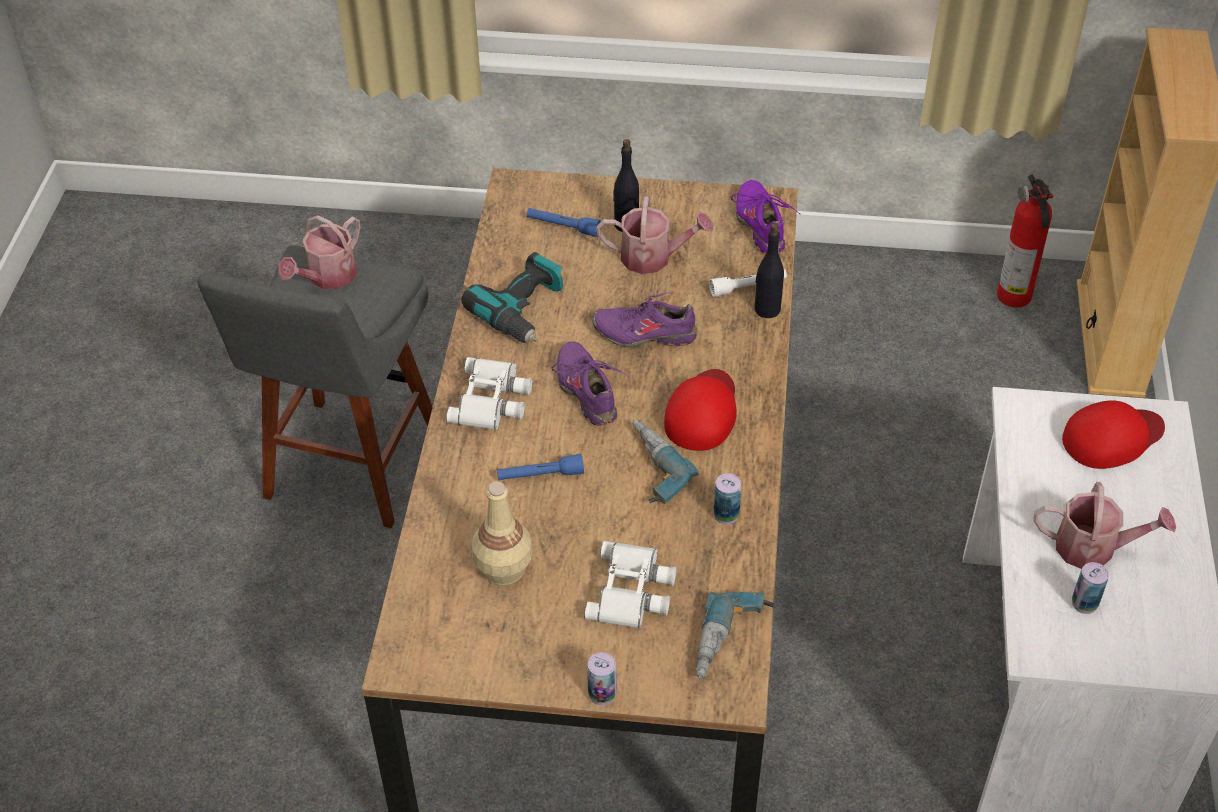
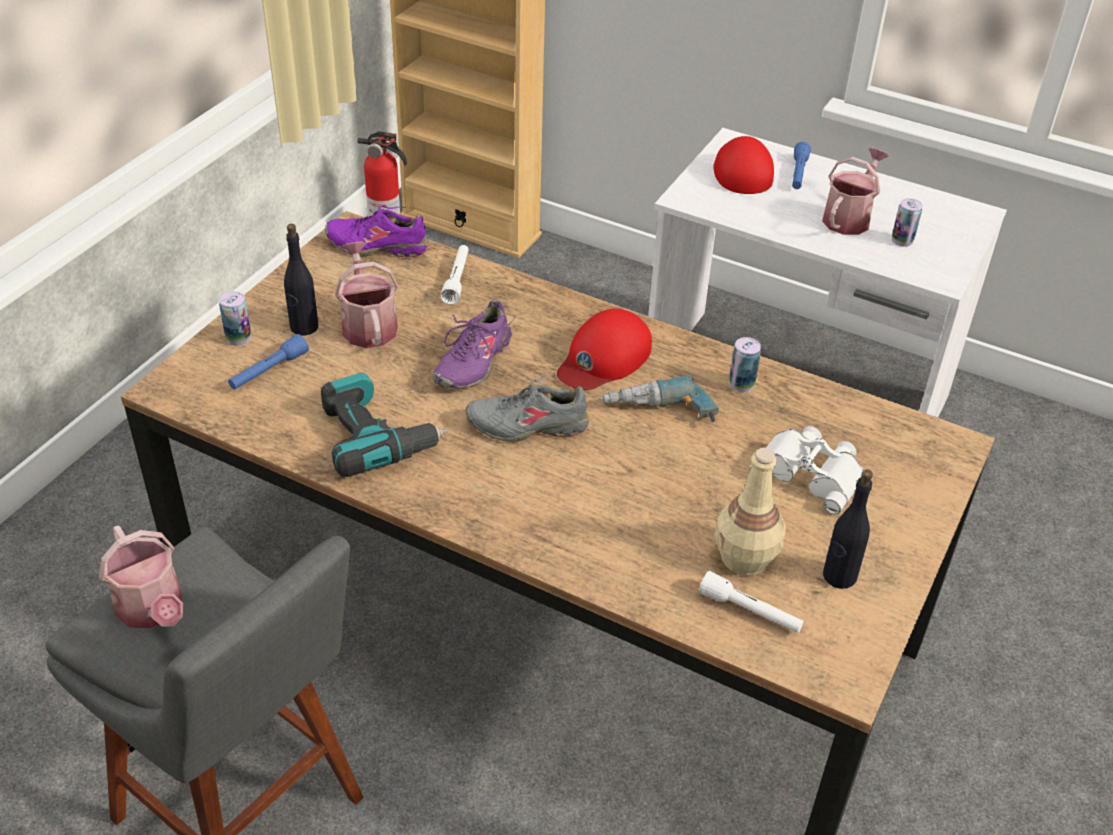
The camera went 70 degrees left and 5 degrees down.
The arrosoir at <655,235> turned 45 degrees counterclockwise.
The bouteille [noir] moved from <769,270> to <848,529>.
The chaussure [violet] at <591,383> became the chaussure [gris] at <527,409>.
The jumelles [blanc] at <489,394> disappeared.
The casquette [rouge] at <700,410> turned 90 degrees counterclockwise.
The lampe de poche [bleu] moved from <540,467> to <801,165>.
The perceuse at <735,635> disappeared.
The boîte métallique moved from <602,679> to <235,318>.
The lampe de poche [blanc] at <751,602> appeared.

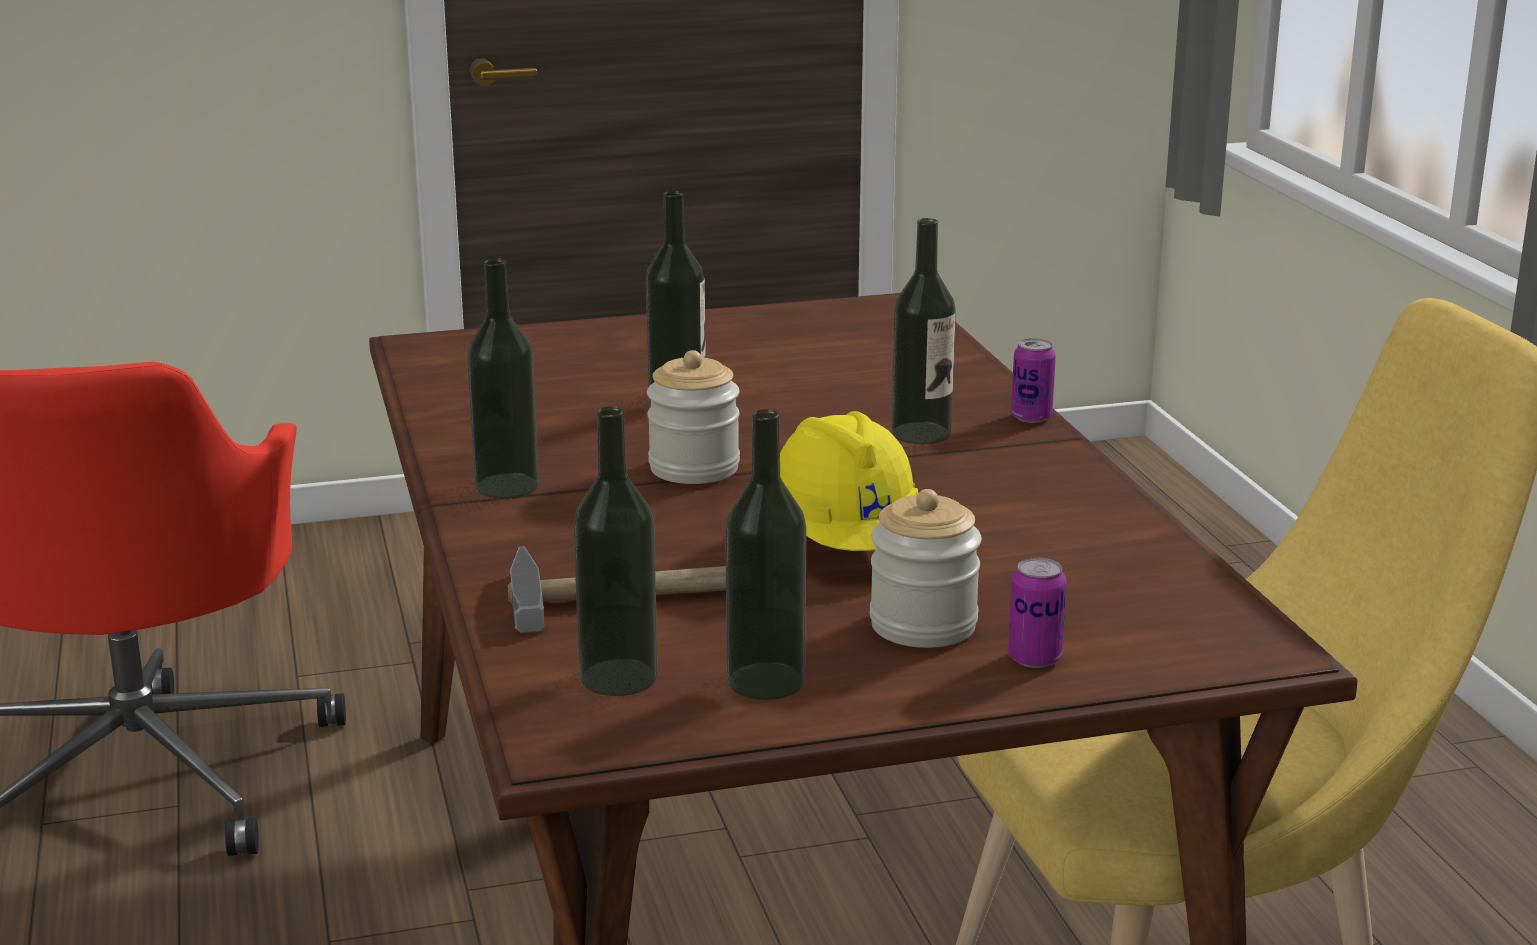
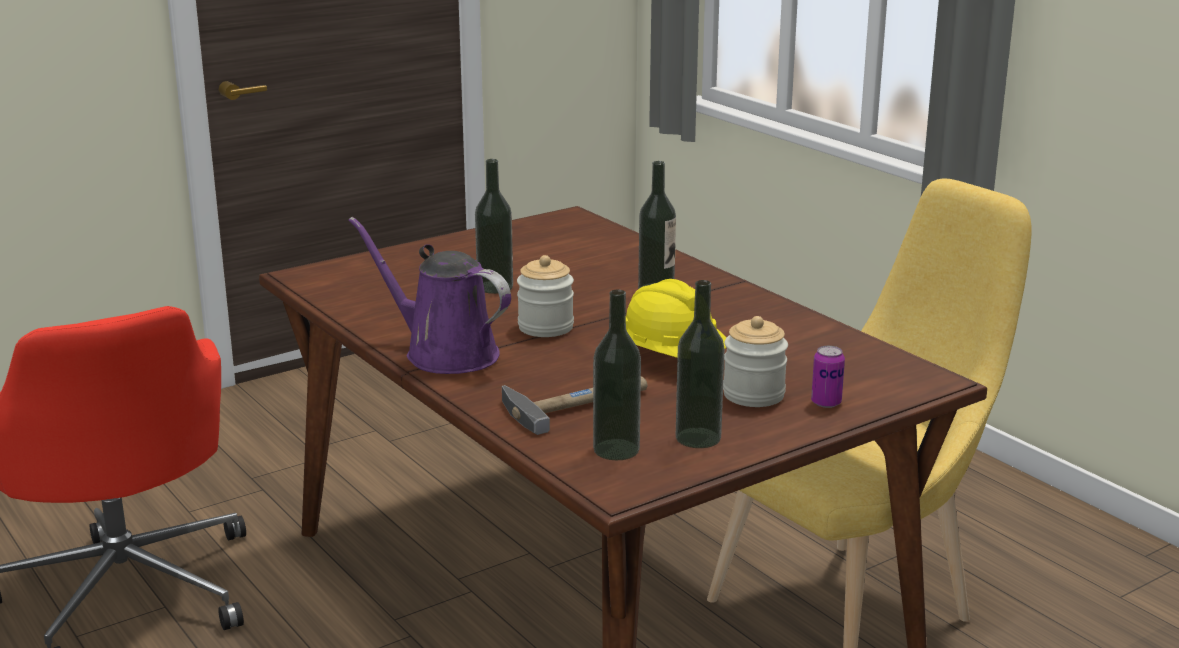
The camera went 20 degrees left and 0 degrees up.
The bouteille at <503,378> was replaced by the arrosoir [violet] at <429,295>.
The boîte métallique at <1033,380> disappeared.

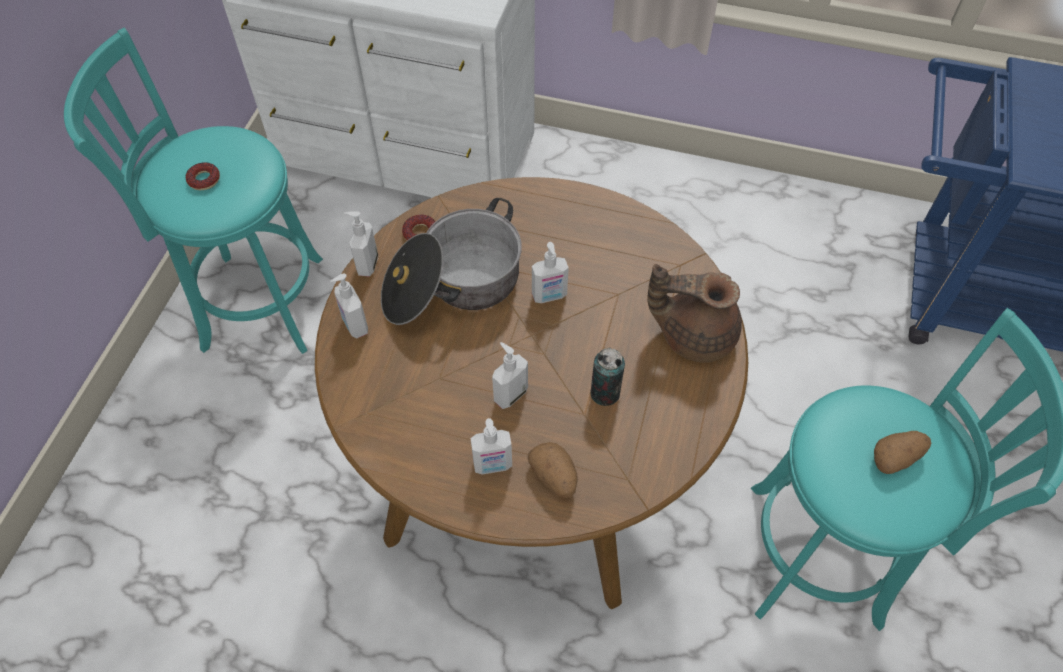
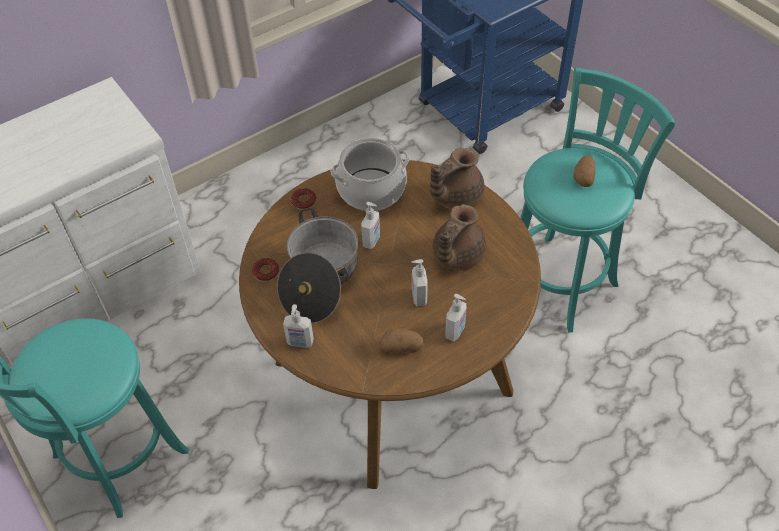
The camera went 50 degrees left and 5 degrees down.
The beignet moved from <203,176> to <303,199>.
The distributeur de savon at <361,244> disappeared.
The boîte métallique at <607,377> was replaced by the théière [marron] at <459,237>.
The pomme de terre moved from <553,470> to <402,341>.
The marmite at <370,174> appeared.

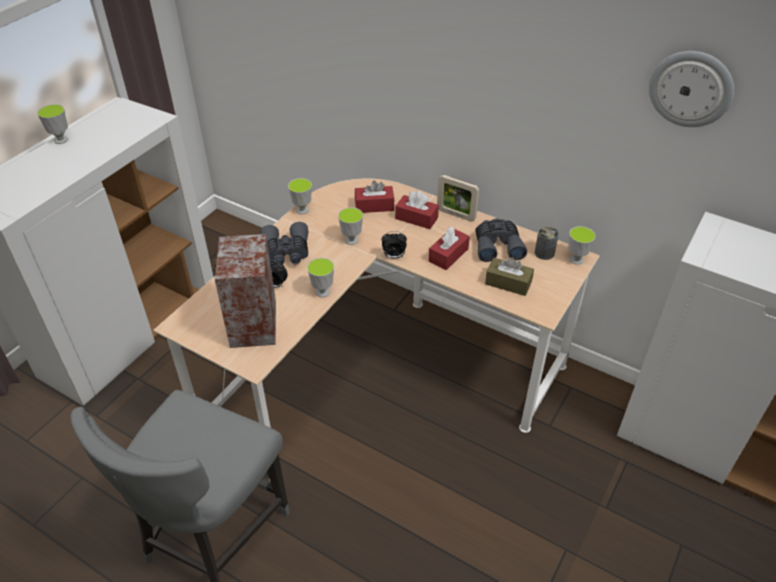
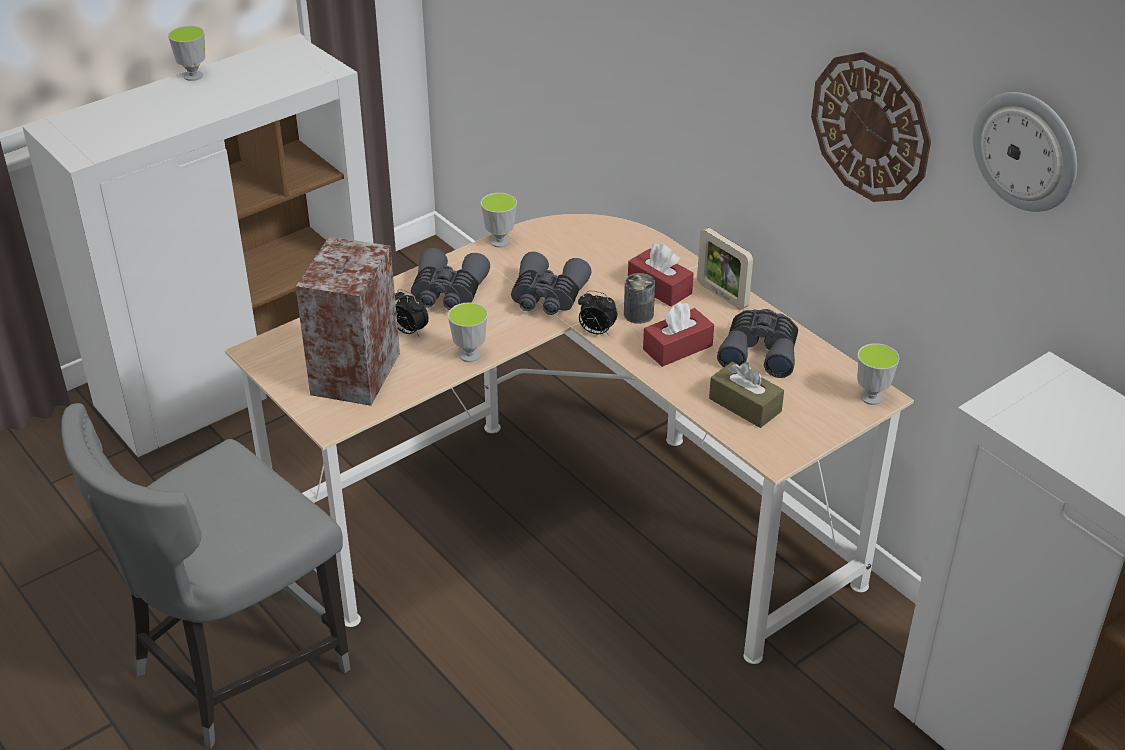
The camera went 20 degrees right and 5 degrees down.
The boîte à mouchoirs [rouge] at <375,197> disappeared.
The tasse at <350,226> was replaced by the jumelles [gris] at <551,283>.
The boîte métallique moved from <547,243> to <639,298>.
The horloge murale at <871,127> appeared.

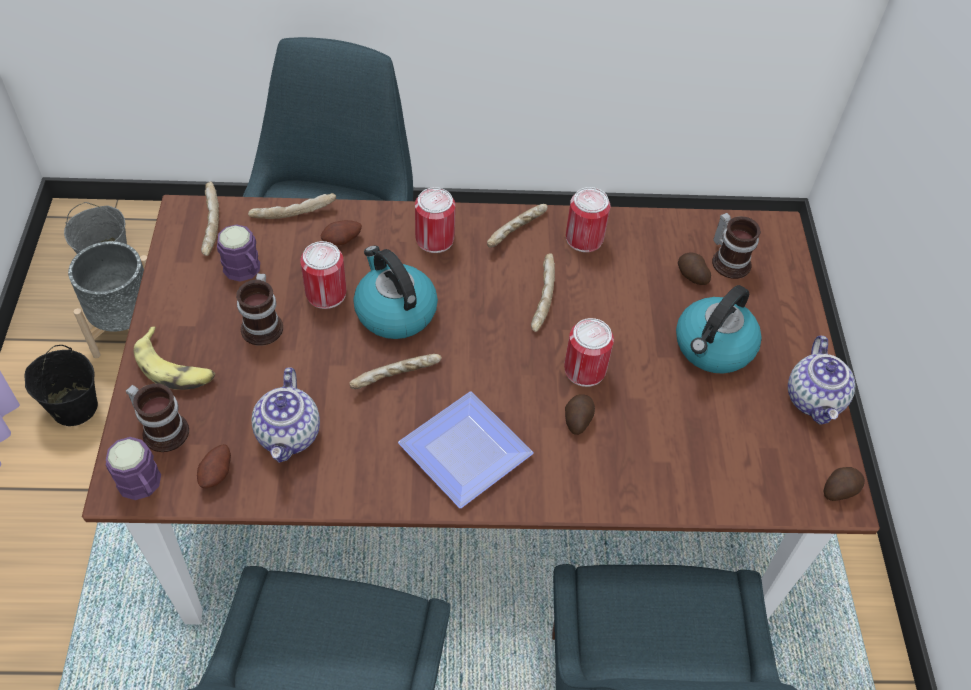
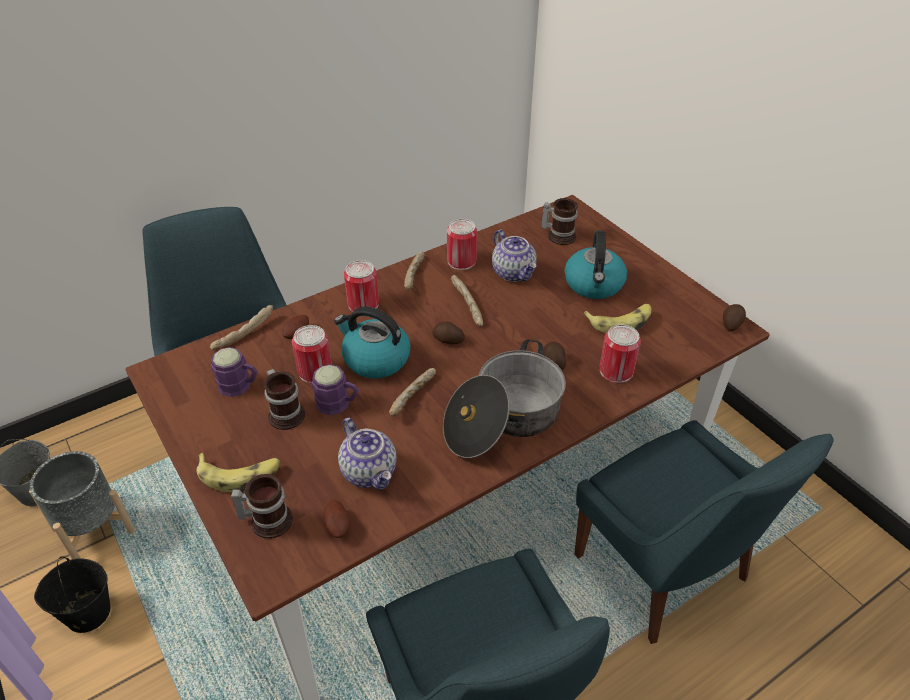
The camera went 30 degrees left and 10 degrees down.
The pain at <210,218> disappeared.
The pomme de terre moved from <694,268> to <448,333>.
The boîte métallique moved from <589,352> to <620,353>.
The théière moved from <821,380> to <514,256>.
The assiette at <465,450> was replaced by the marmite at <504,398>.
The mug [violet] moved from <133,468> to <335,389>.
The banane at <617,318> appeared.

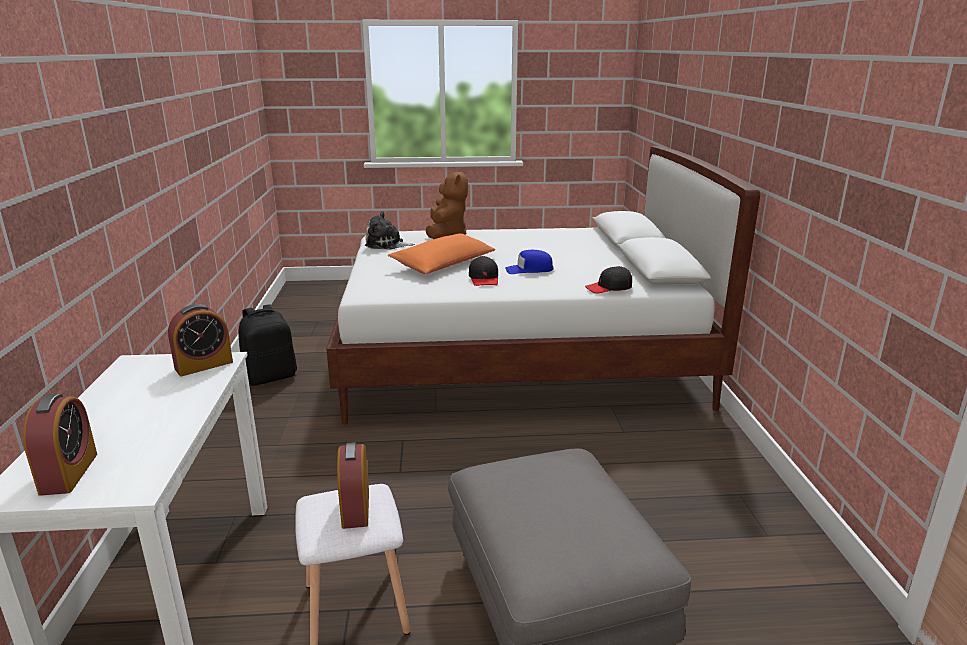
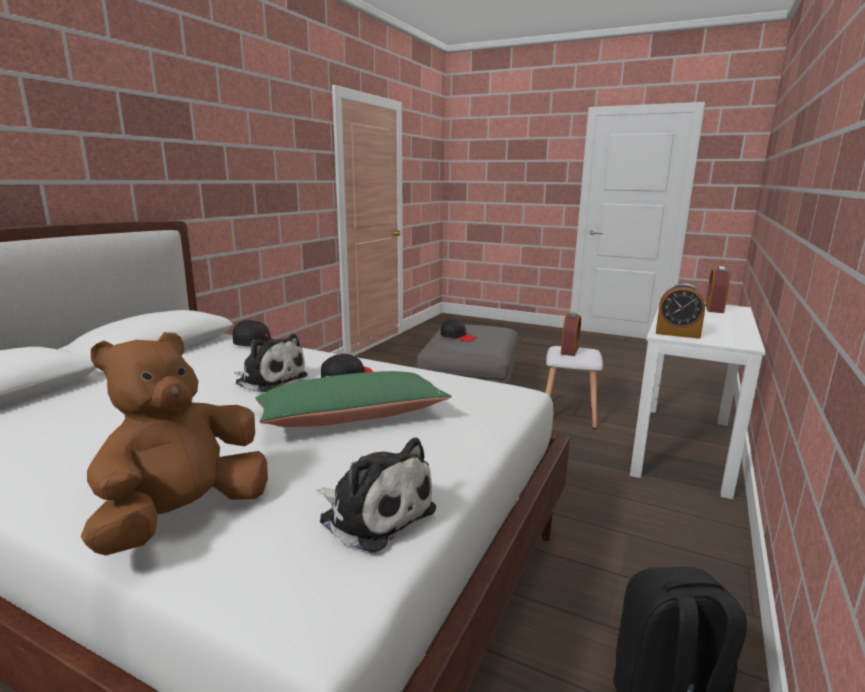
The camera went 150 degrees left and 5 degrees down.
The coussin [orange] at <441,253> became the coussin [vert] at <353,399>.
The casquette [bleu] at <529,262> was replaced by the peluche at <271,363>.
The réveil at <200,340> turned 150 degrees counterclockwise.
The casquette [noir] at <458,330> appeared.

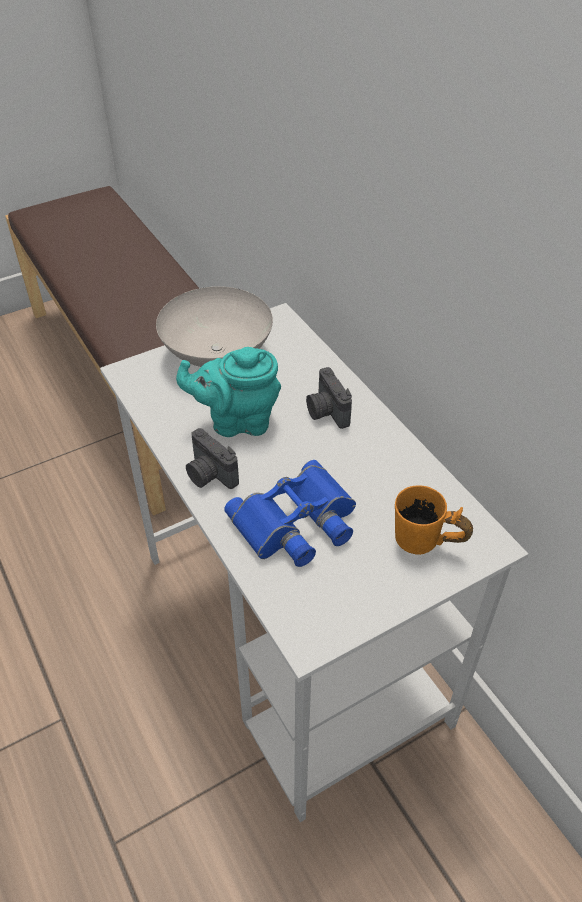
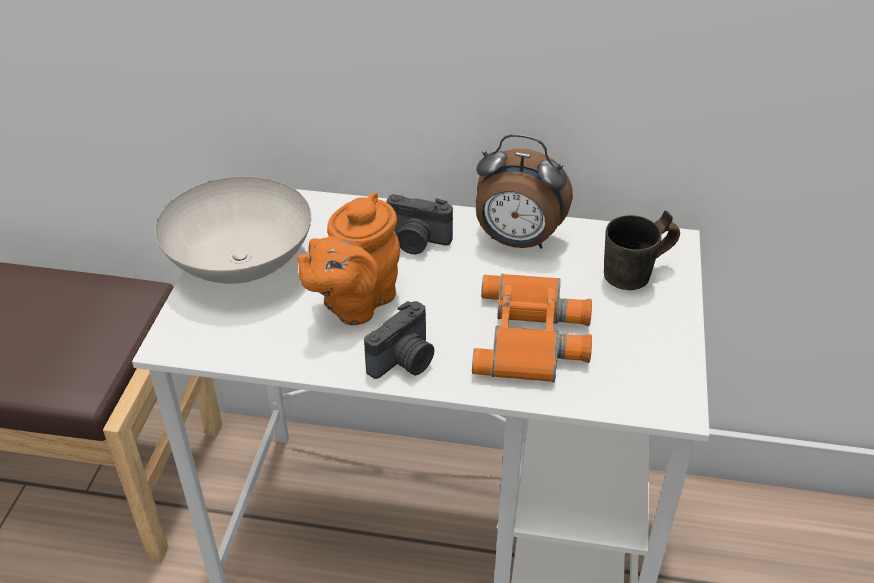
The camera went 50 degrees left and 5 degrees down.
The théière [turquoise] at <228,392> became the théière [orange] at <348,258>.
The appareil photo at <212,458> turned 45 degrees counterclockwise.
The jumelles [bleu] at <290,513> became the jumelles [orange] at <532,328>.
The mug [orange] at <434,520> became the mug [gris] at <642,250>.
The réveil at <524,191> appeared.

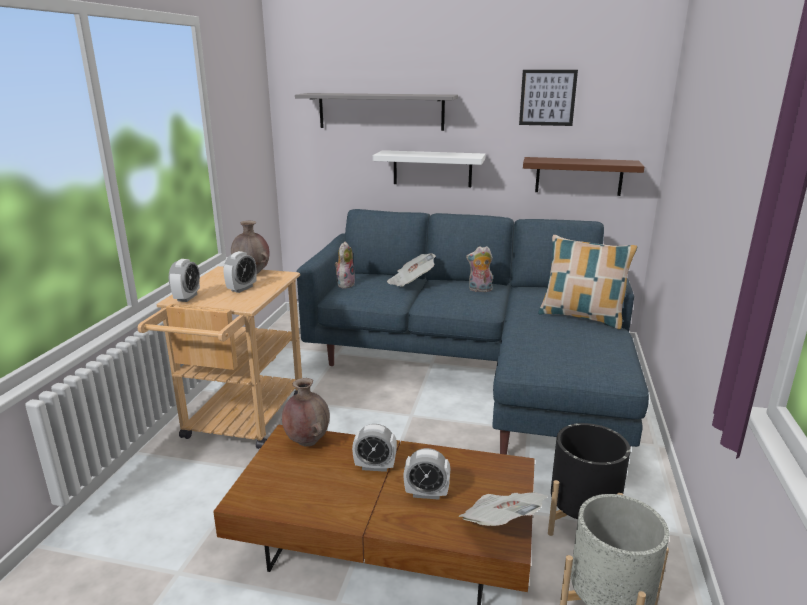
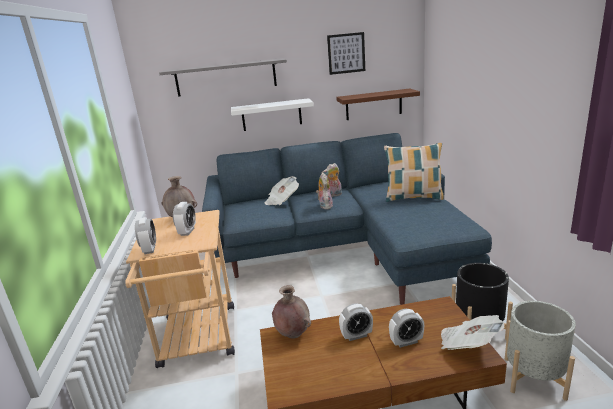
The camera went 20 degrees left and 0 degrees up.
The peluche moved from <345,265> to <324,191>.

